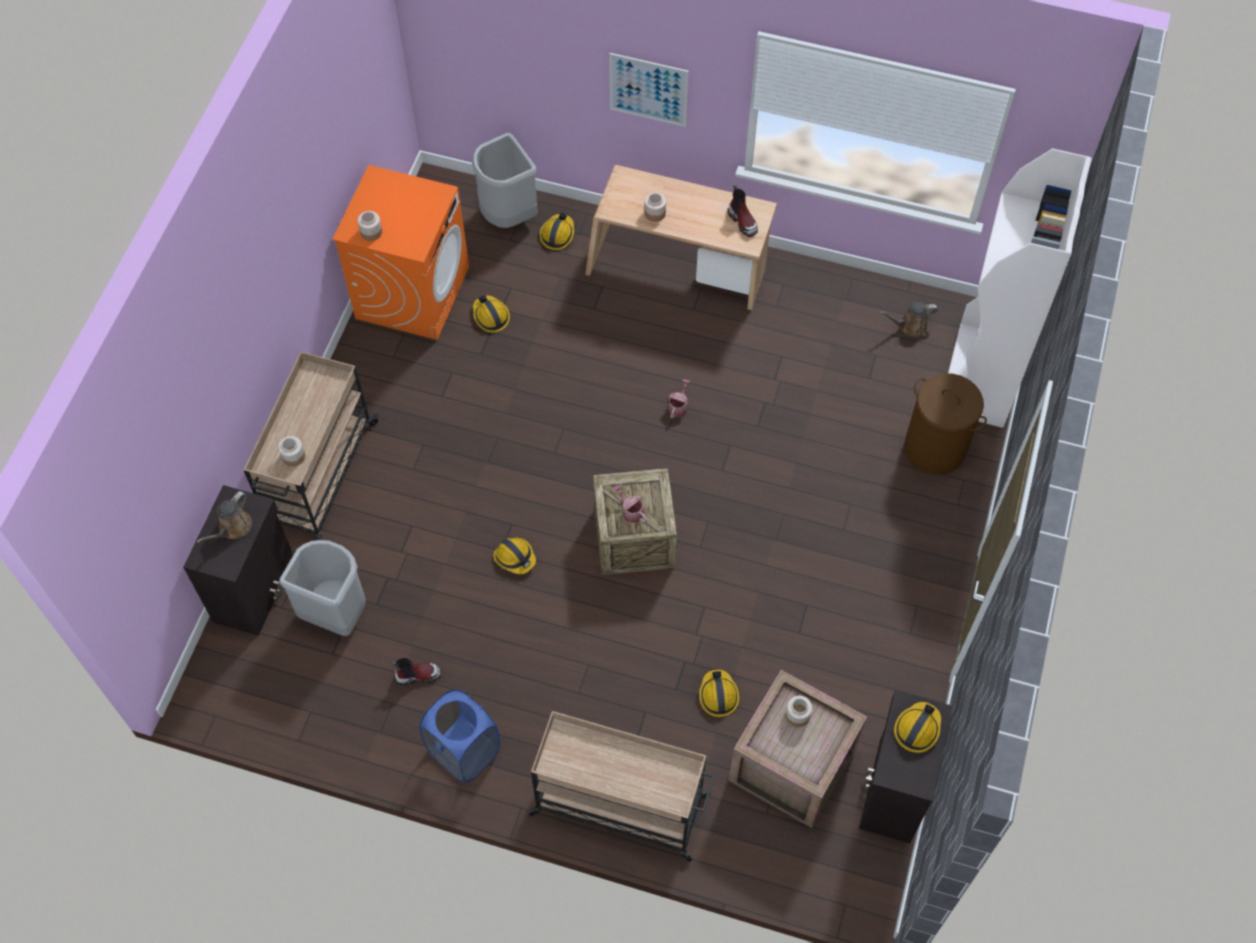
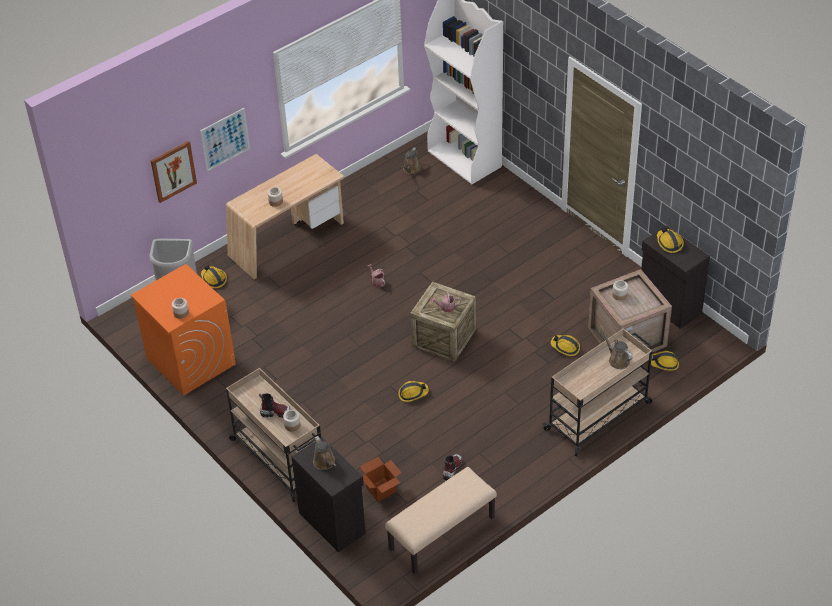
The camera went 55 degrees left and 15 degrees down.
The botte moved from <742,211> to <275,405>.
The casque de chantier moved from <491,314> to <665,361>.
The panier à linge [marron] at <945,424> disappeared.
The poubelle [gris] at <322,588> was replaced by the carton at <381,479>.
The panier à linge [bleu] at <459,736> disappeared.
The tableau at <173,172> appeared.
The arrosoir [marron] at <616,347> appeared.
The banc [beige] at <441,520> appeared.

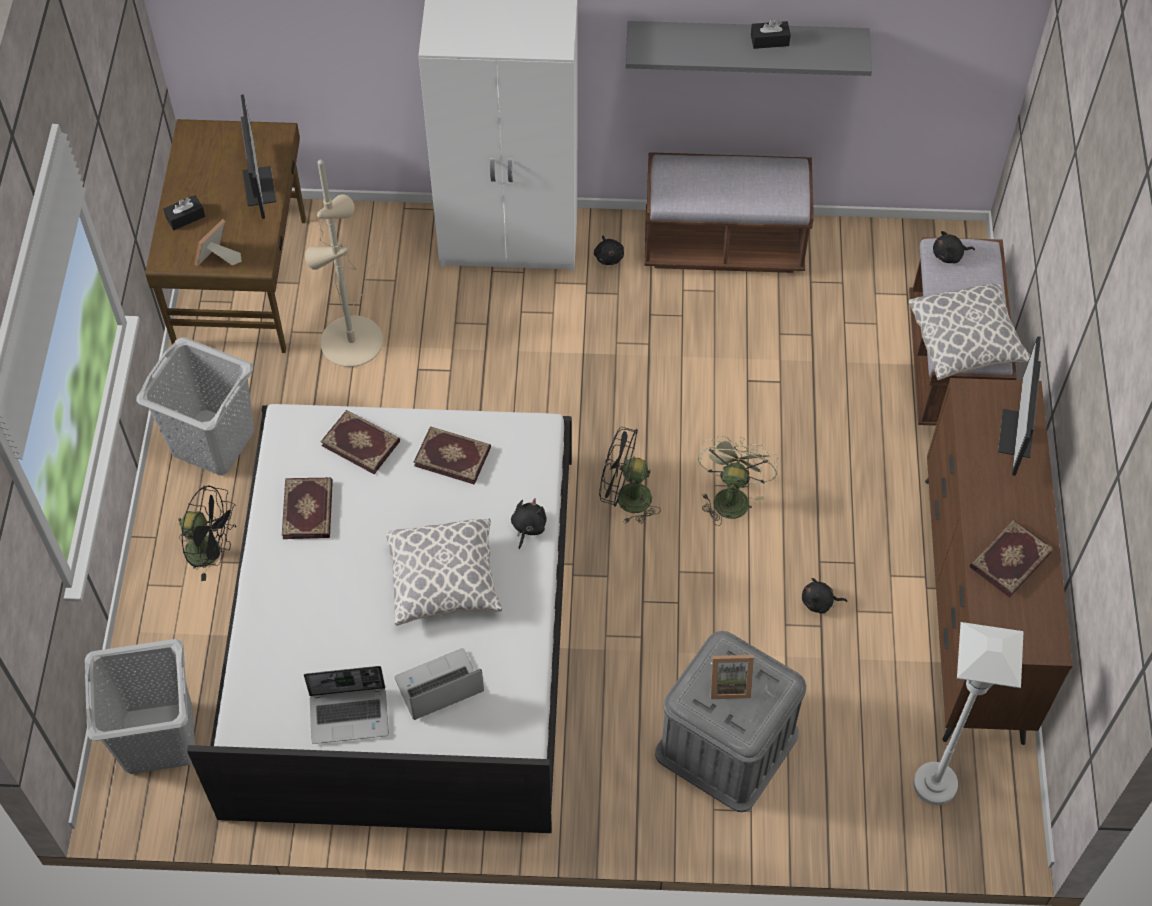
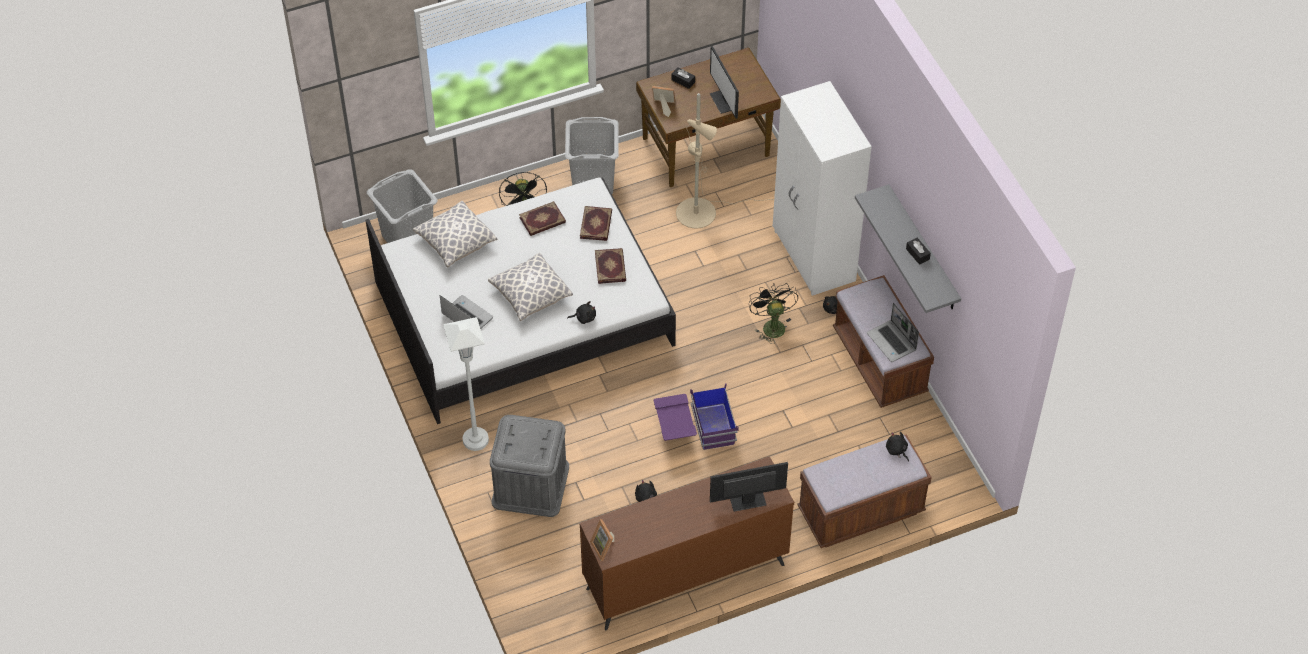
The camera went 65 degrees right and 5 degrees down.
The écran d'ordinateur at <258,156> turned 105 degrees clockwise.
The coussin moved from <969,332> to <455,234>.
The ventilateur [noir] moved from <630,475> to <773,313>.
The ventilateur [vert] at <738,480> was replaced by the boîte de rangement [violet] at <696,417>.
The livre at <1011,558> disappeared.
The lampadaire [blanc] moved from <968,713> to <466,384>.
The cadre photo moved from <732,677> to <602,540>.
The ordinateur portable moved from <346,705> to <893,332>.

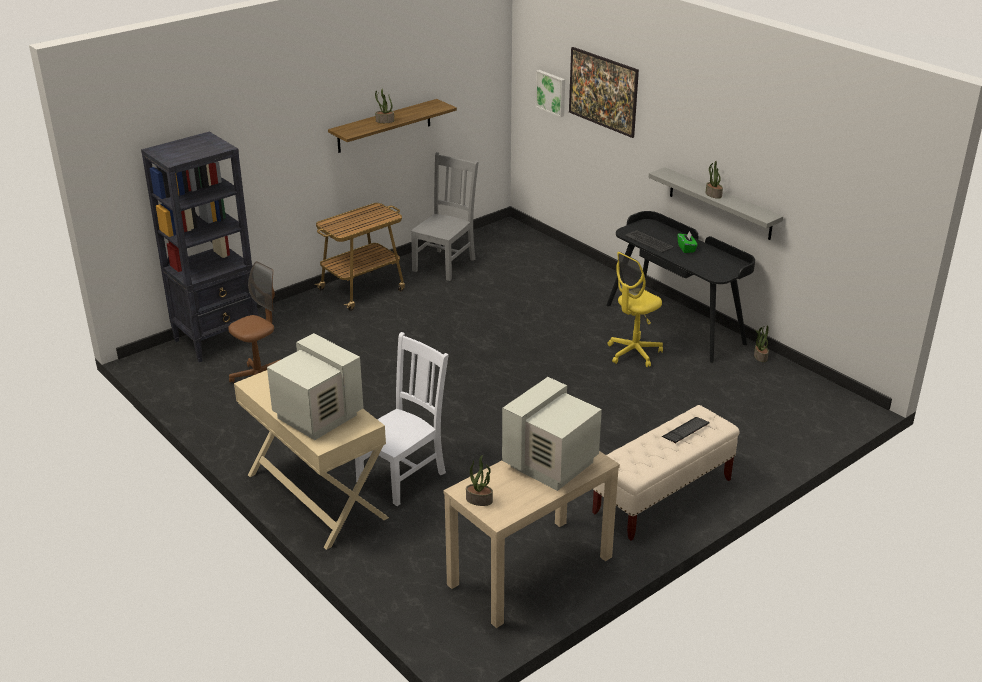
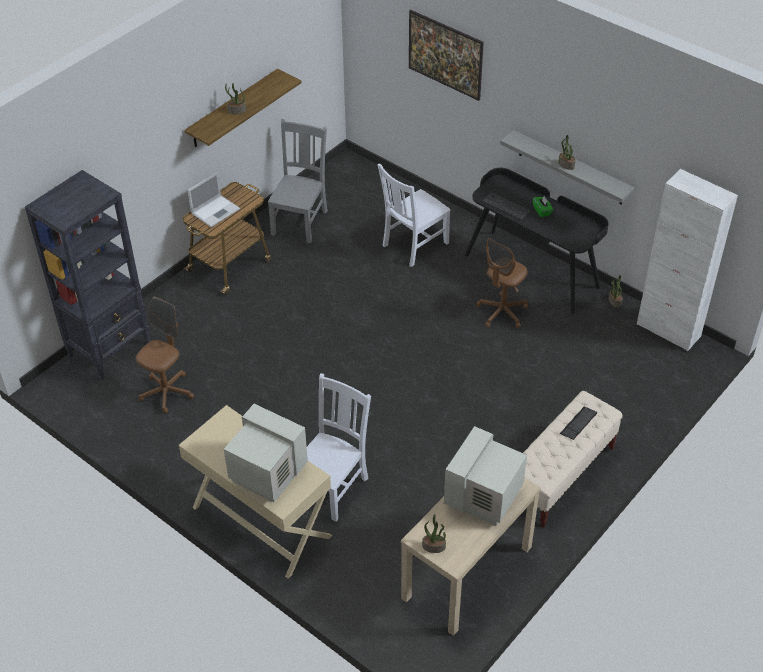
The camera went 10 degrees left and 15 degrees up.
The tableau at <550,93> disappeared.
The chaise de bureau [jaune] at <635,309> became the chaise de bureau [marron] at <502,283>.
The chaise [blanc] at <414,215> appeared.
The meuble de rangement [blanc] at <687,260> appeared.
The ordinateur portable at <214,199> appeared.

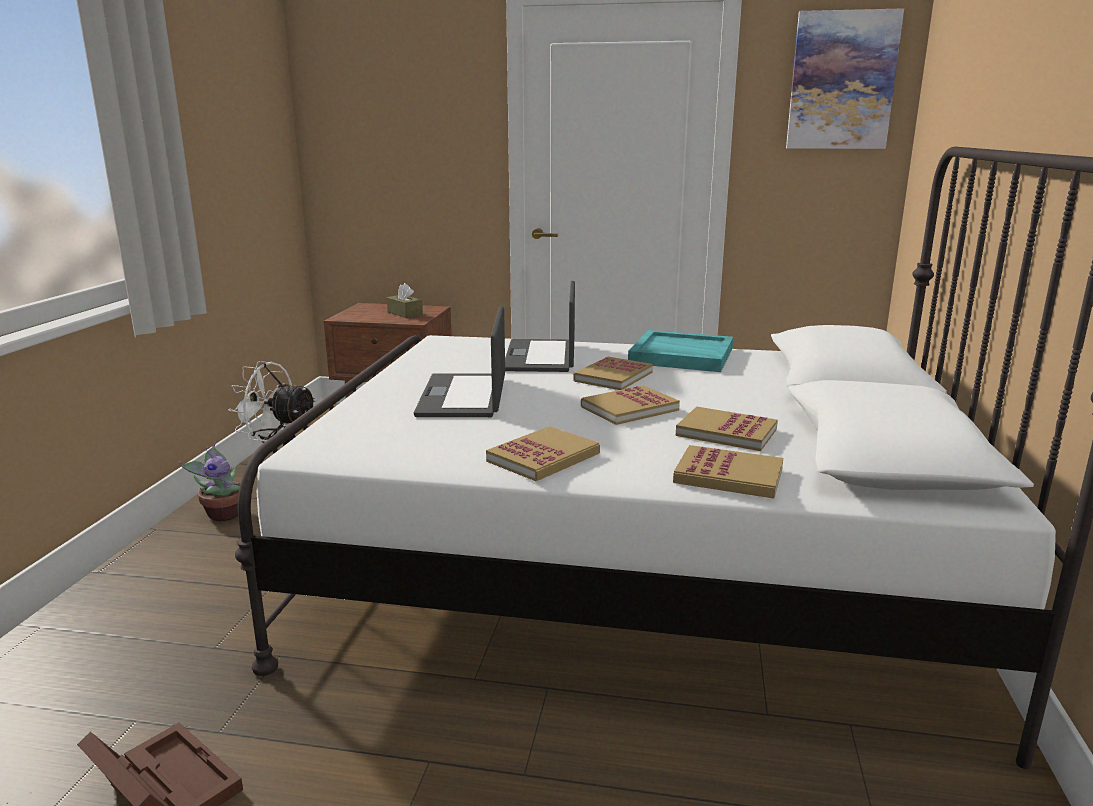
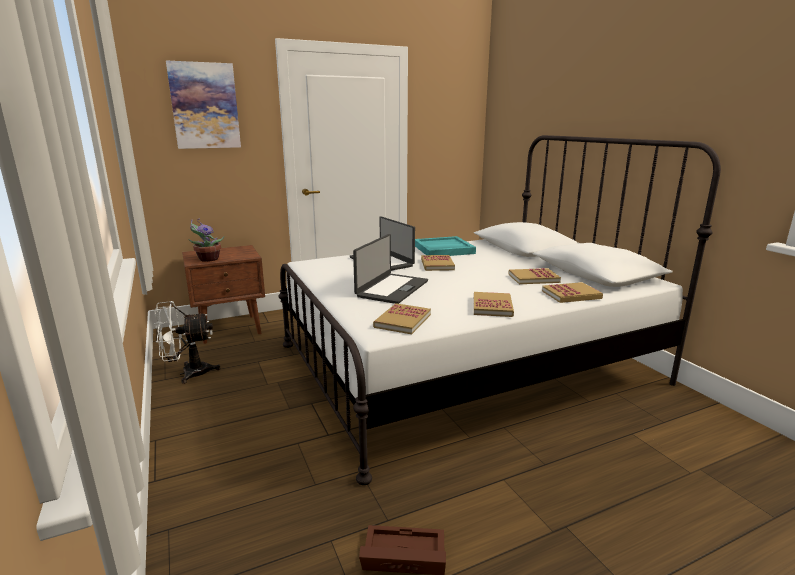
The camera went 35 degrees left and 0 degrees up.
The tableau moved from <845,78> to <203,105>.
The boîte à mouchoirs [marron] at <405,300> disappeared.
The ordinateur portable at <459,361> turned 120 degrees counterclockwise.
The livre moved from <630,405> to <402,318>.
The plante en pot moved from <210,481> to <206,240>.

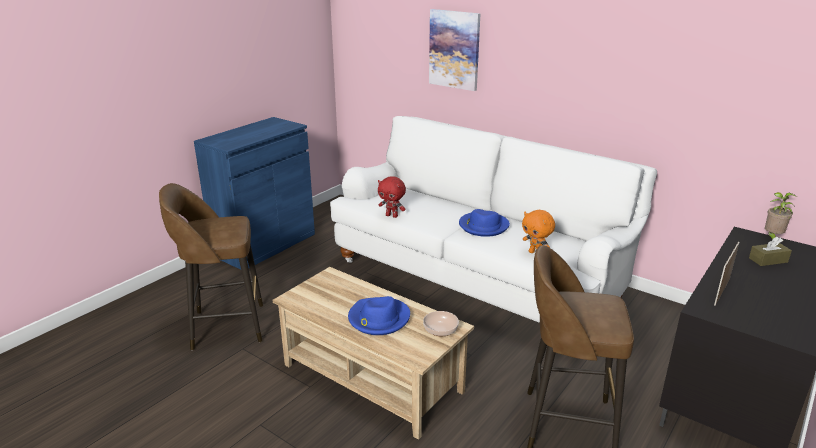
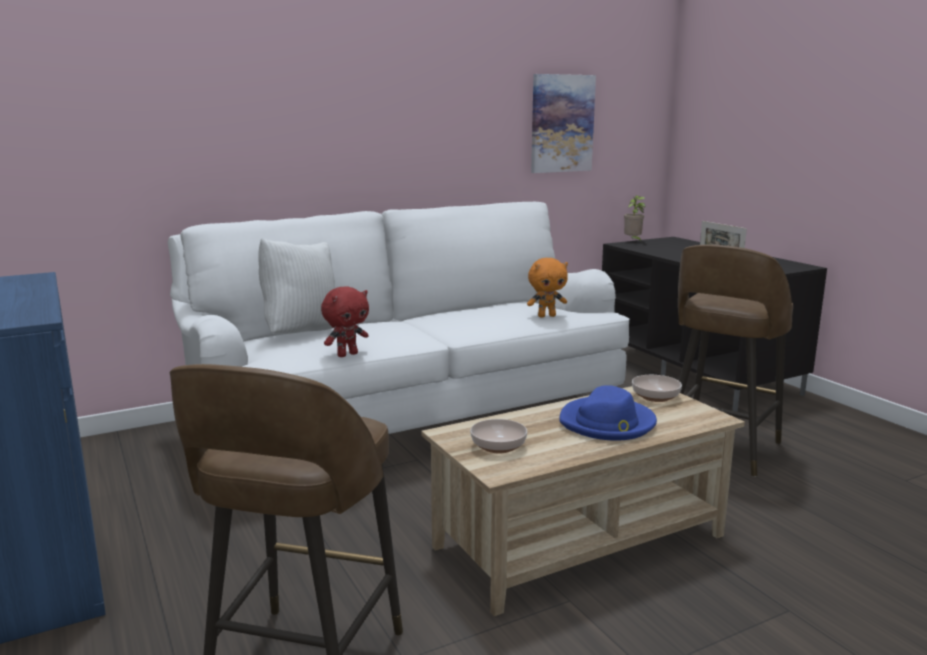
The camera went 65 degrees left and 10 degrees down.
The tableau moved from <454,50> to <563,123>.
The chapeau [bleu] at <484,223> disappeared.
The boîte à mouchoirs [marron] at <770,251> disappeared.
The coussin [blanc] at <297,286> appeared.
The bol at <498,436> appeared.

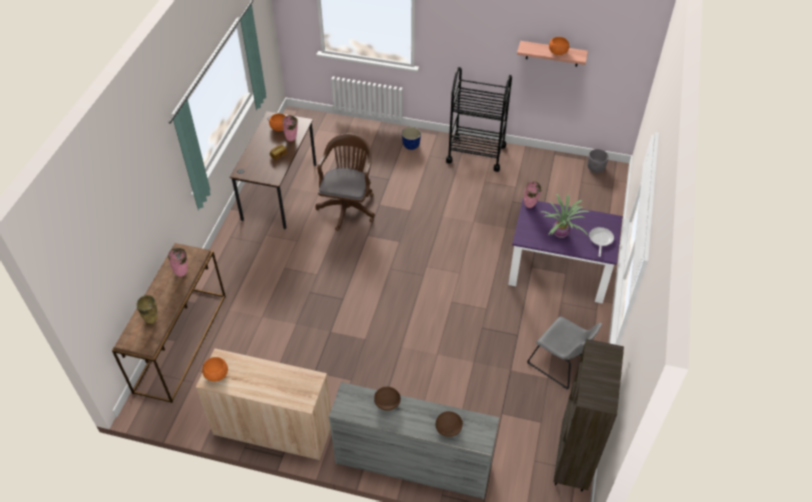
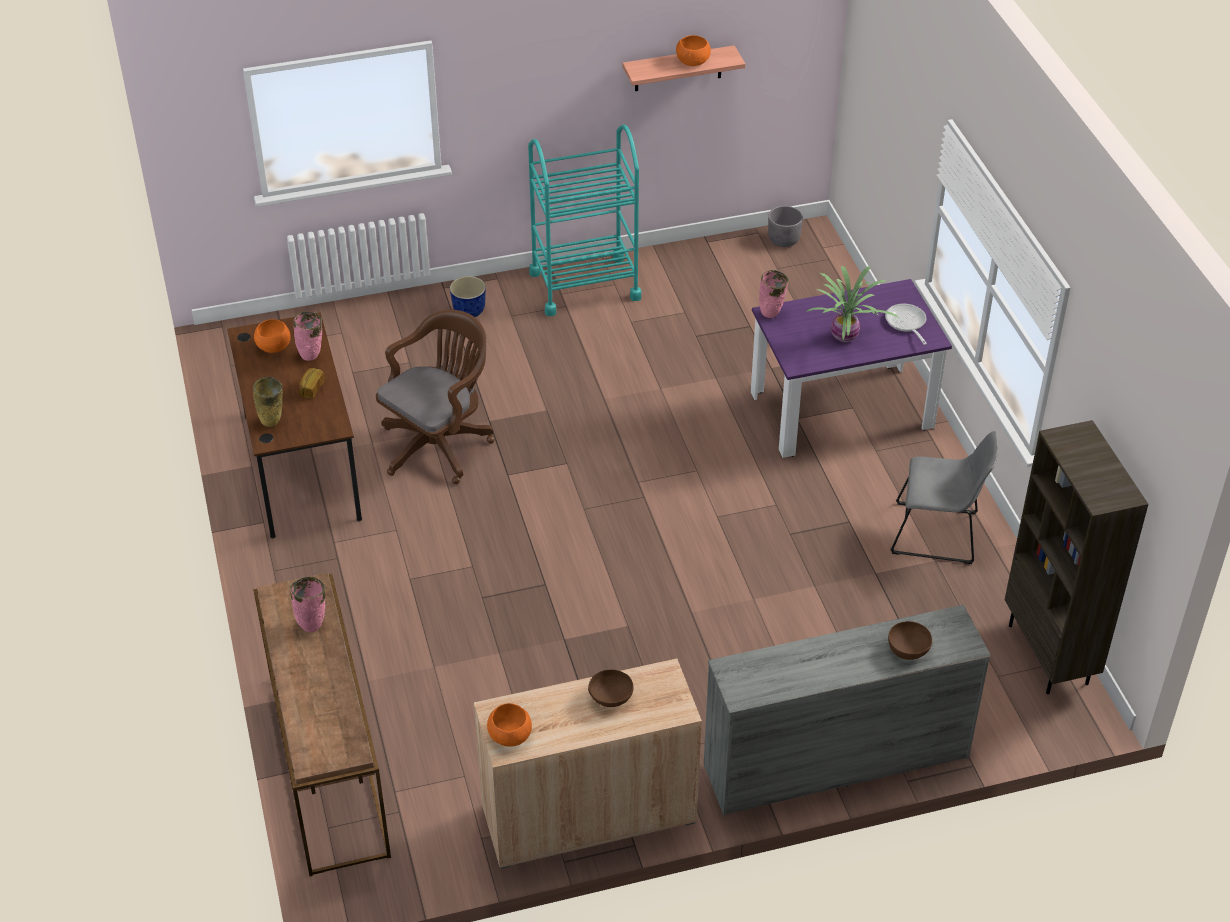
The camera went 30 degrees left and 5 degrees down.
The chariot [noir] at <479,119> became the chariot [turquoise] at <584,220>.
The chaise de bureau [marron] at <345,182> turned 60 degrees clockwise.
The vase [beige] moved from <147,309> to <268,402>.
The bol [marron] moved from <387,399> to <610,688>.

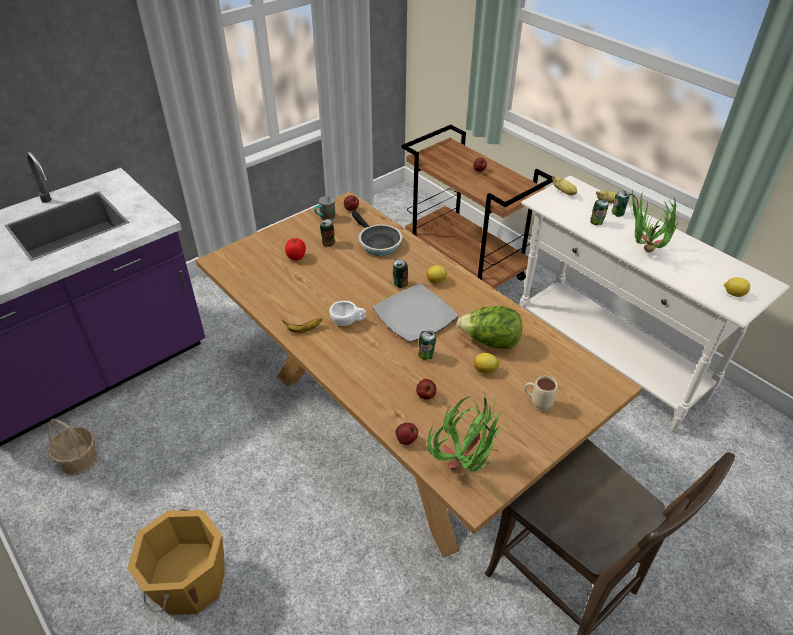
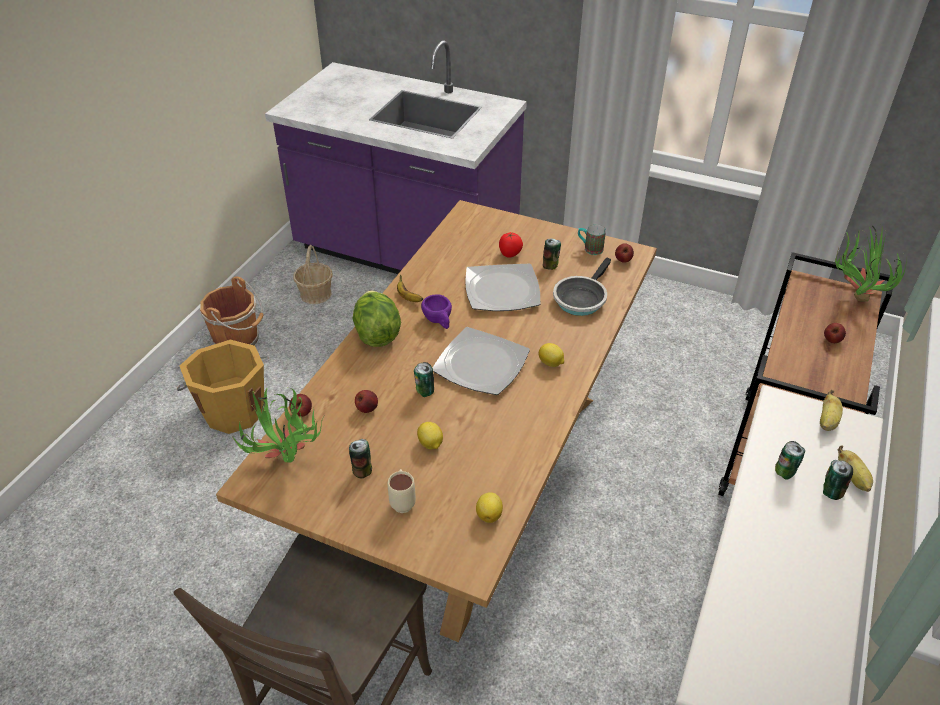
The camera went 65 degrees right and 0 degrees up.
The plante en pot moved from <653,220> to <871,263>.
The boîte métallique moved from <400,273> to <360,459>.
The citron moved from <737,287> to <489,507>.
The tasse [blanc] at <347,313> became the tasse [violet] at <436,311>.
The laitue moved from <489,327> to <376,318>.
The assiette at <502,287> appeared.
The seau [marron] at <232,310> appeared.

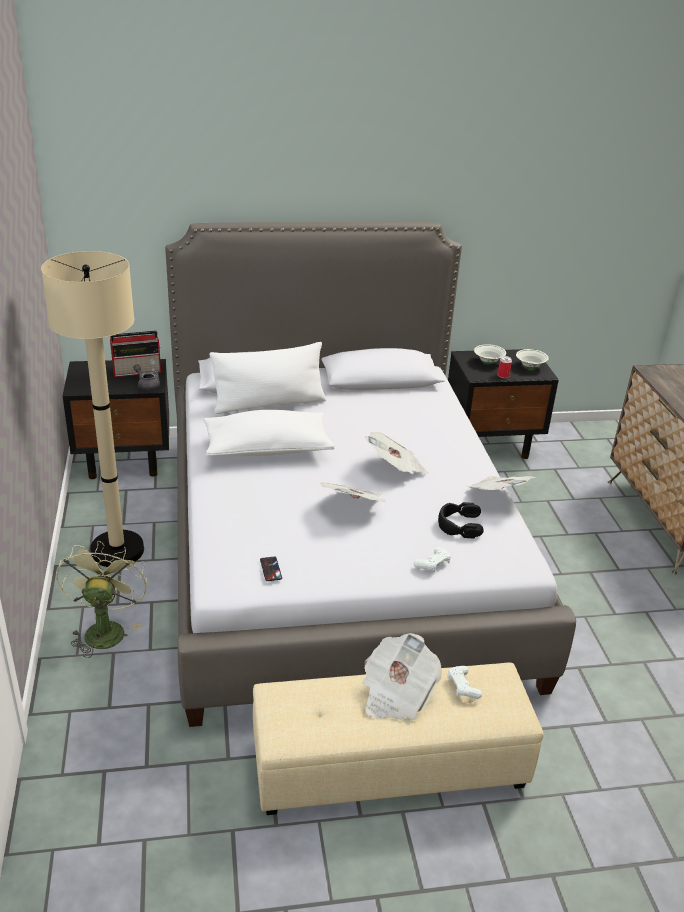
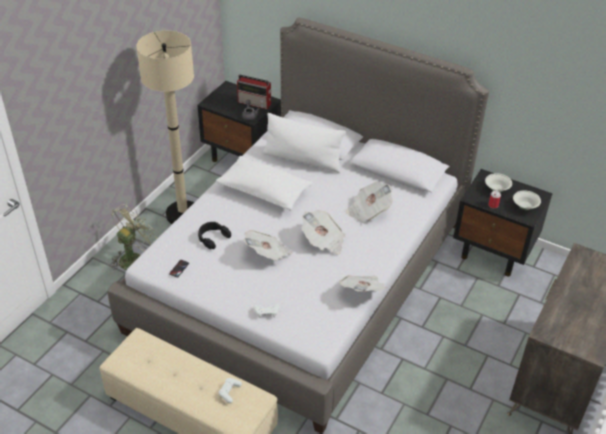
The camera went 40 degrees right and 10 degrees up.
The casque audio [noir] moved from <461,520> to <214,235>.
The journal moved from <402,676> to <369,202>.

